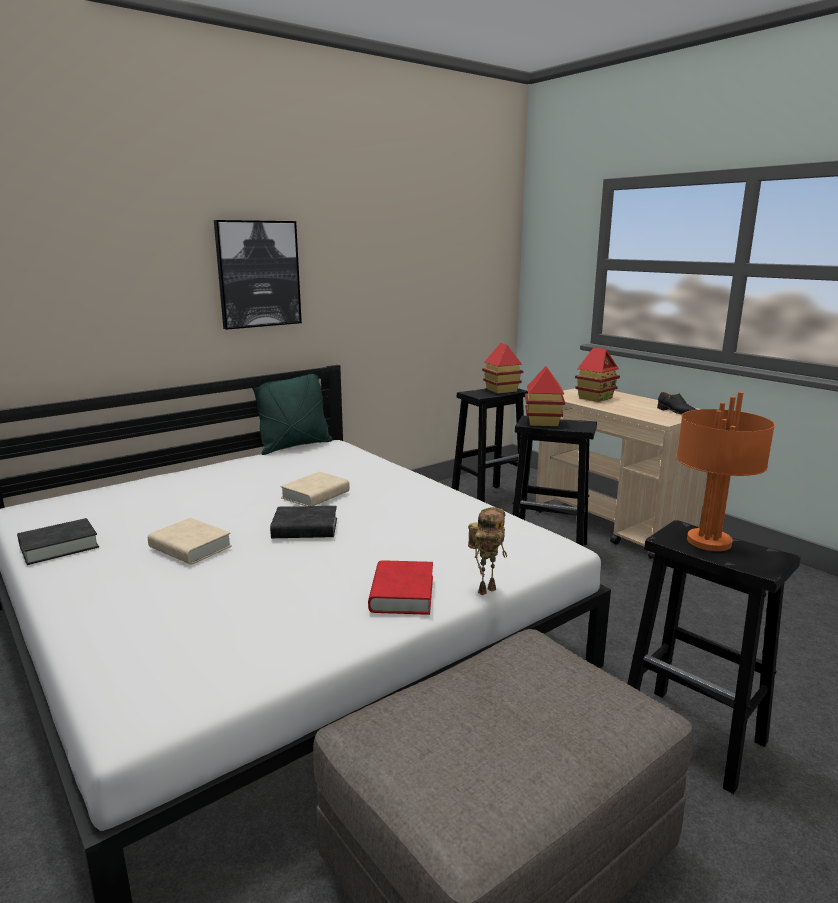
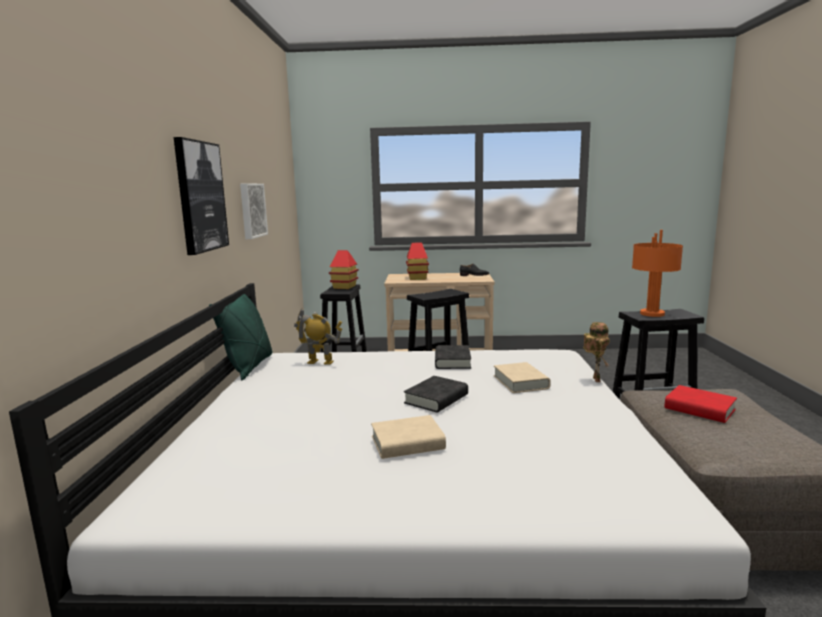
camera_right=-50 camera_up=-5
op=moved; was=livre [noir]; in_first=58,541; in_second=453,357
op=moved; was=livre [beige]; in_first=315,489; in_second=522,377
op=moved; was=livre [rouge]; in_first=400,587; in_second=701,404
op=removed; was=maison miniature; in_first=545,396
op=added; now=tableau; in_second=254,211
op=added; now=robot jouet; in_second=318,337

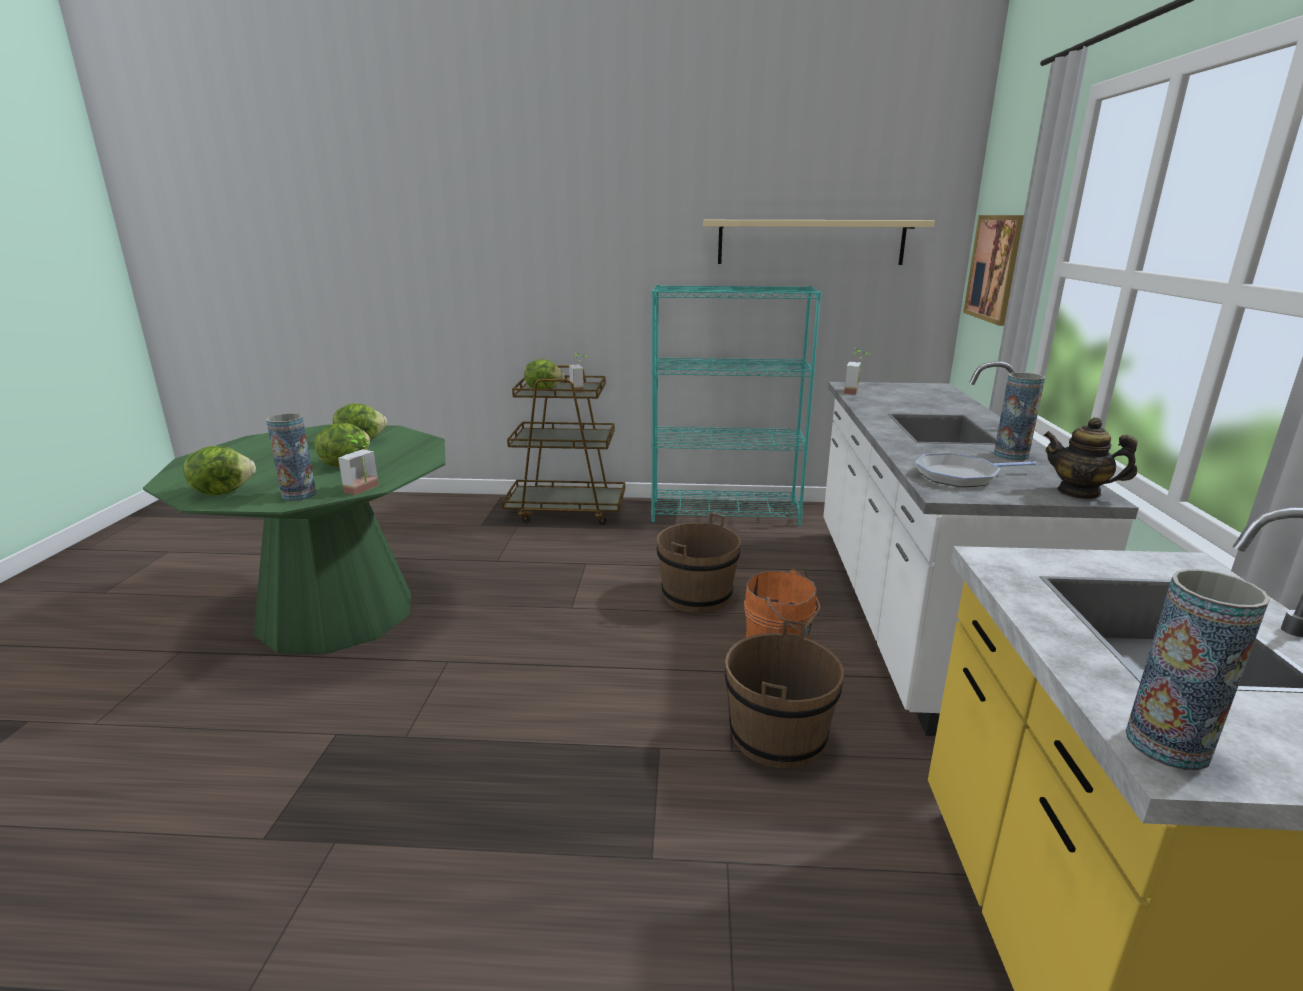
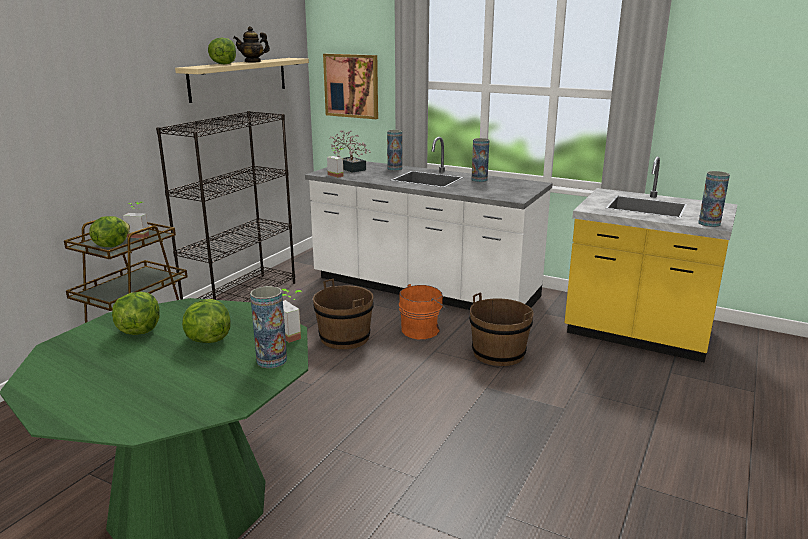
camera_right=-65 camera_up=0
op=moved; was=laitue; in_first=220,470; in_second=222,51
op=recoloured; was=bibliothèque [turquoise]; now=bibliothèque [noir]; in_first=736,405; in_second=225,206
op=removed; was=poêle; in_first=975,470
op=moved; was=théière; in_first=1090,458; in_second=251,44
op=added; now=plante en pot; in_second=350,151
op=added; now=vase; in_second=394,150

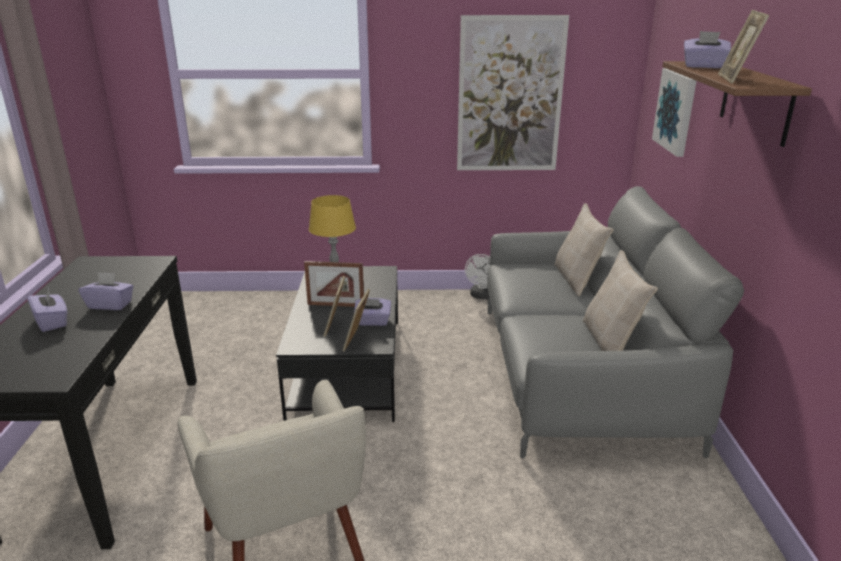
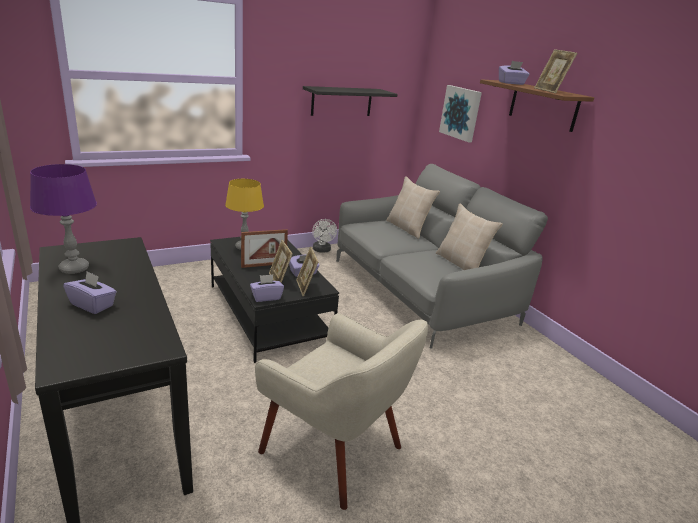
camera_right=-30 camera_up=0
op=moved; was=boîte à mouchoirs [violet]; in_first=106,291; in_second=267,288
op=replaced; was=tableau; now=étagère [noir]; in_first=513,92; in_second=350,101
op=added; now=lampe de table [violet]; in_second=63,219

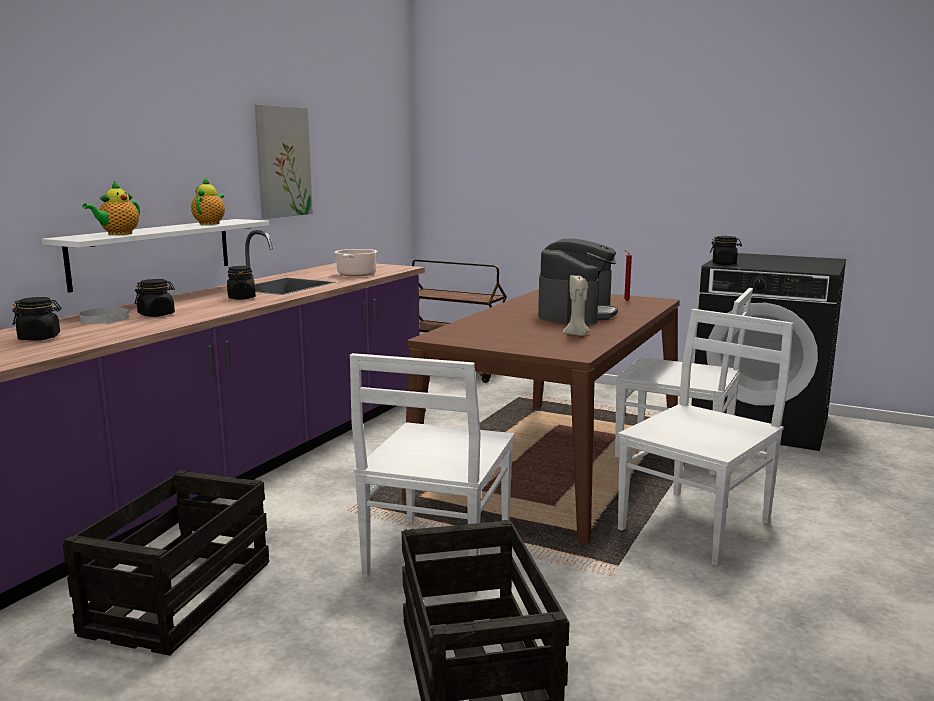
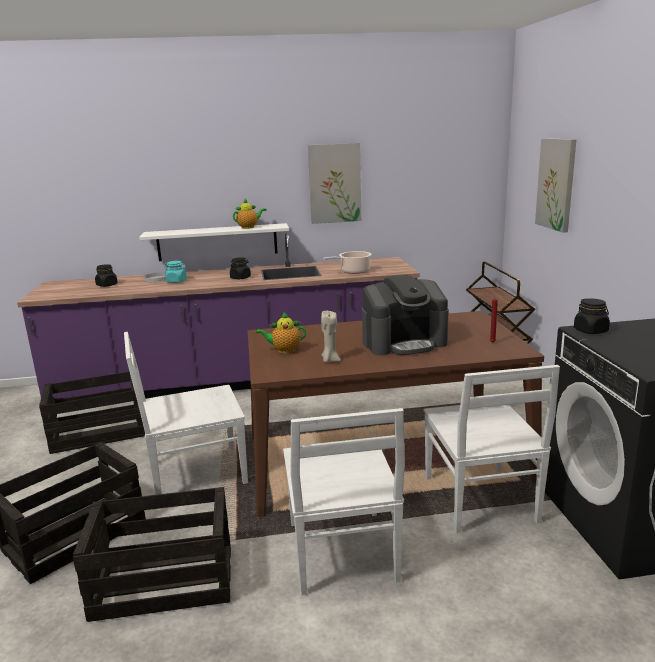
camera_right=55 camera_up=5
op=moved; was=théière; in_first=111,208; in_second=280,333
op=recoloured; was=bocal [noir]; now=bocal [turquoise]; in_first=155,298; in_second=176,272
op=turned; was=chaise [blanc]; in_first=705,437; in_second=344,502; clockwise=75
op=added; now=caisse; in_second=152,554
op=added; now=tableau; in_second=555,185

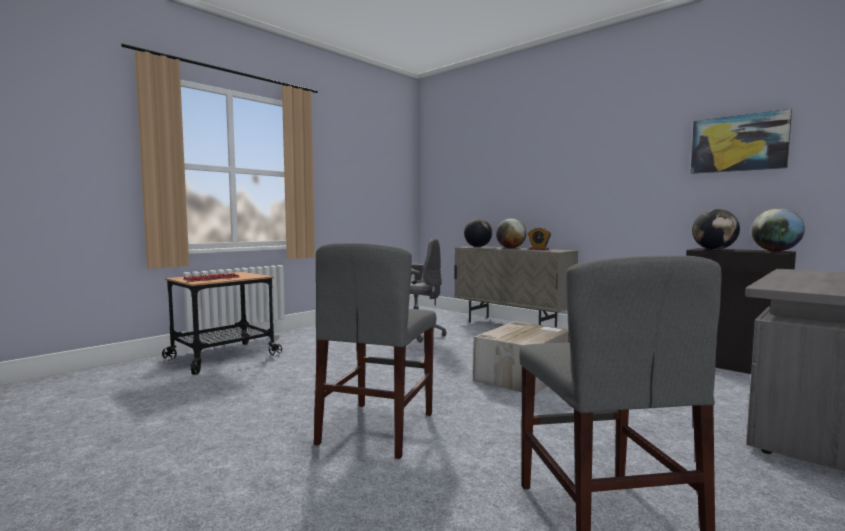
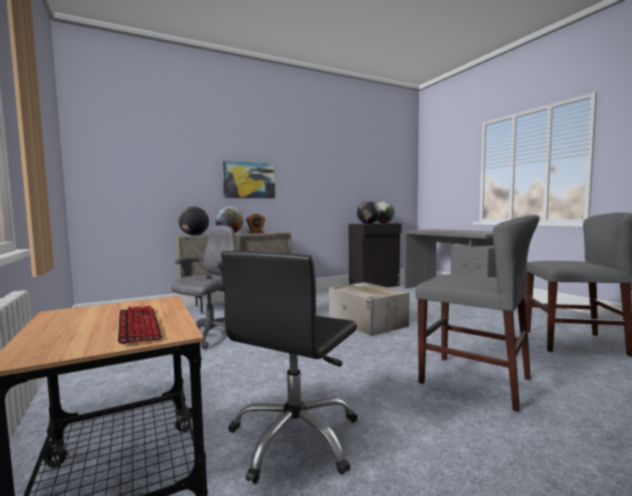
camera_right=-70 camera_up=0
op=moved; was=tableau; in_first=741,141; in_second=248,179
op=added; now=chaise de bureau [noir]; in_second=289,367

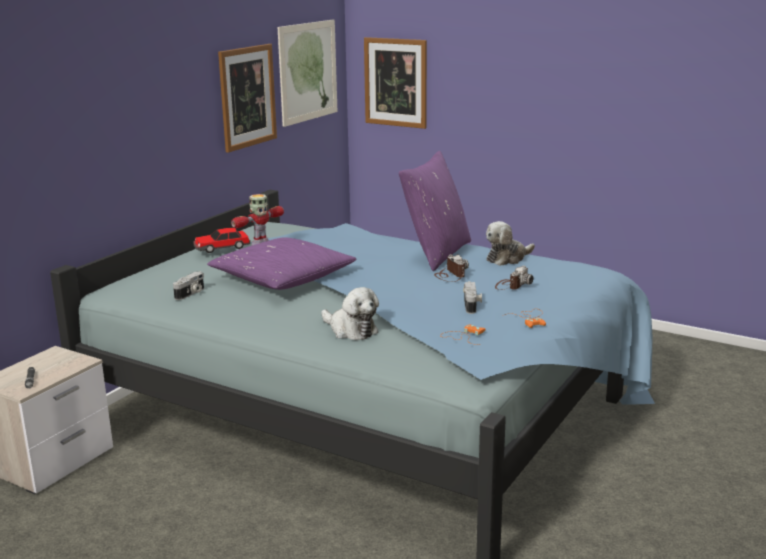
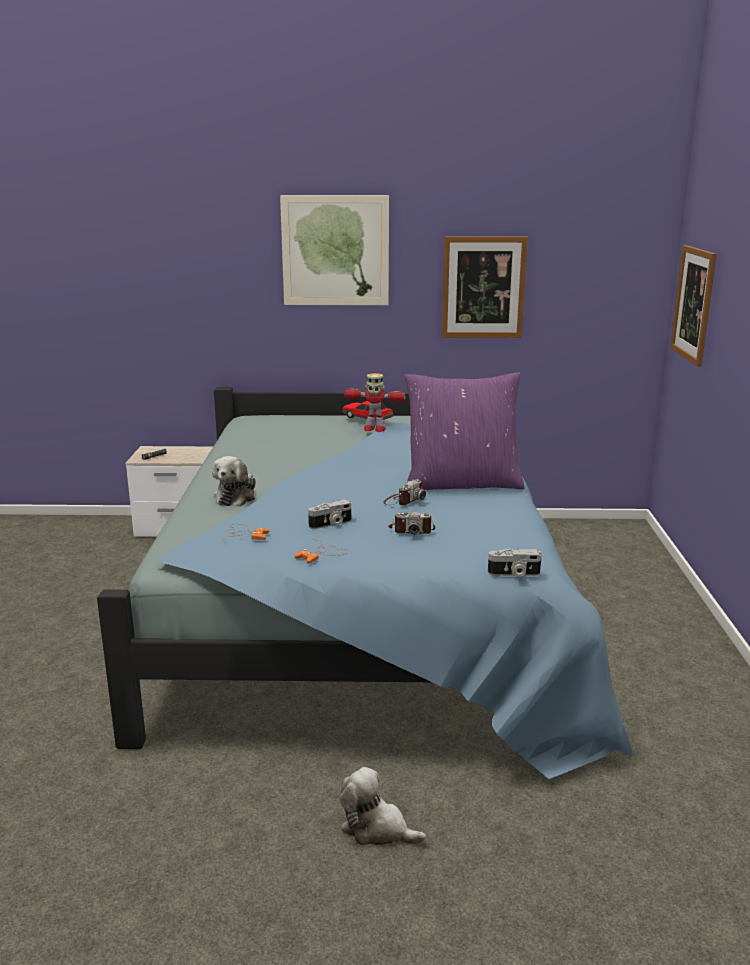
camera_right=60 camera_up=0
op=moved; was=appareil photo; in_first=188,285; in_second=515,562
op=removed; was=coussin [violet]; in_first=282,263
op=moved; was=tableau; in_first=307,73; in_second=334,250
op=moved; was=peluche; in_first=510,243; in_second=383,806

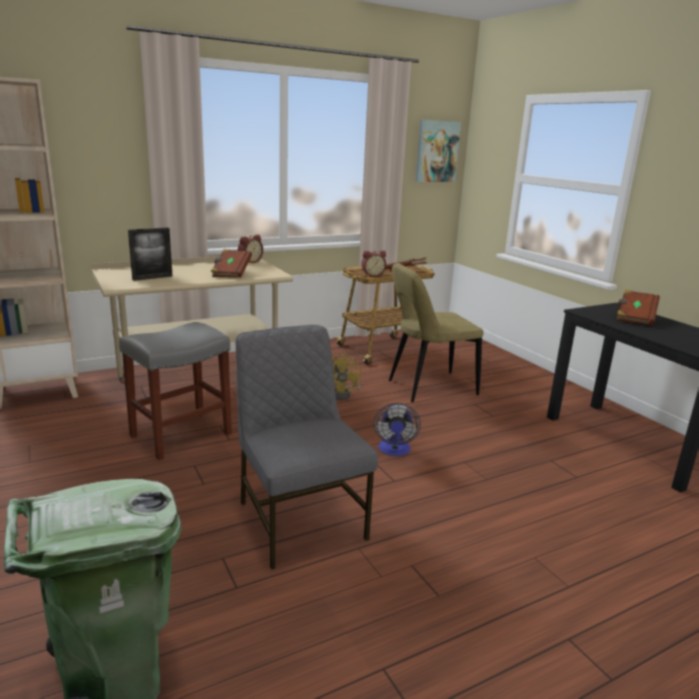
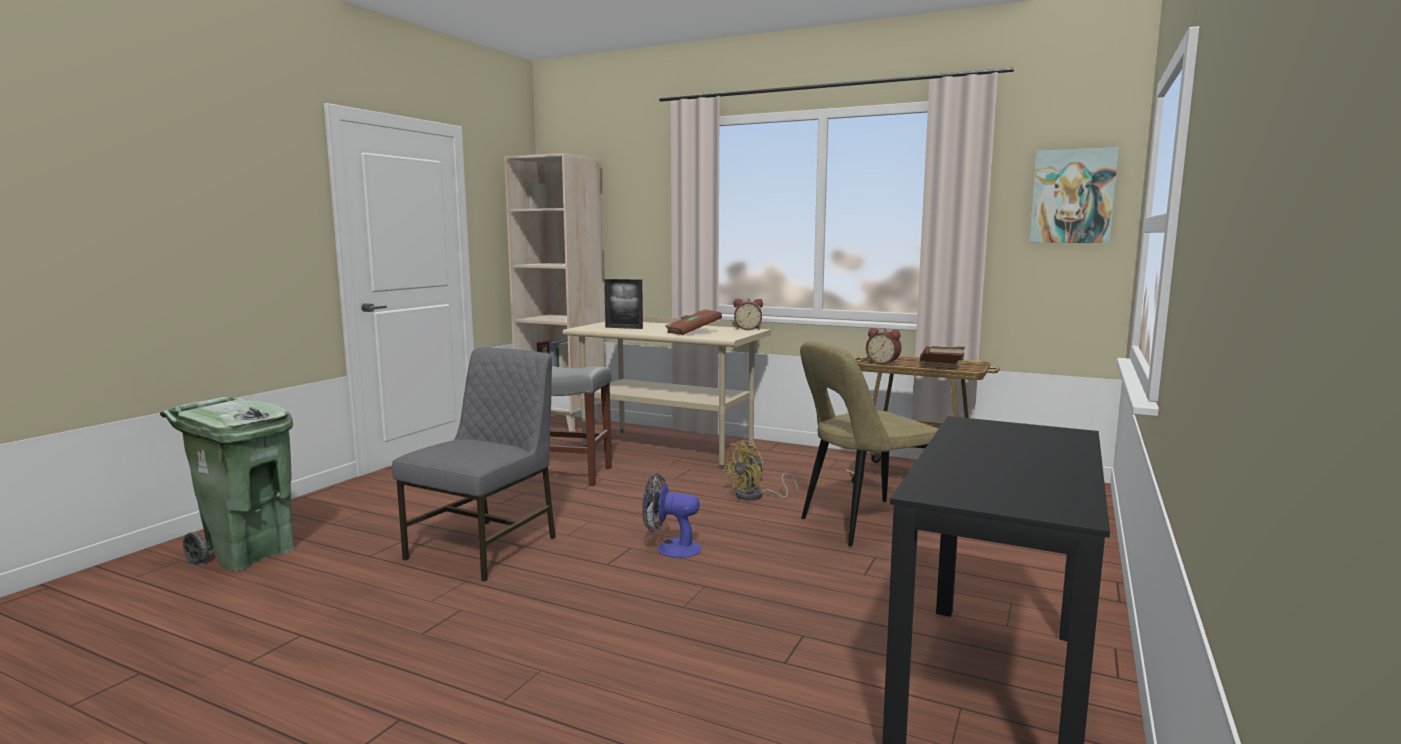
camera_right=55 camera_up=-10
op=turned; was=ventilateur; in_first=397,429; in_second=671,515; clockwise=45
op=turned; was=chaise [beige]; in_first=436,332; in_second=869,443; clockwise=-60
op=removed; was=livre [marron]; in_first=638,307

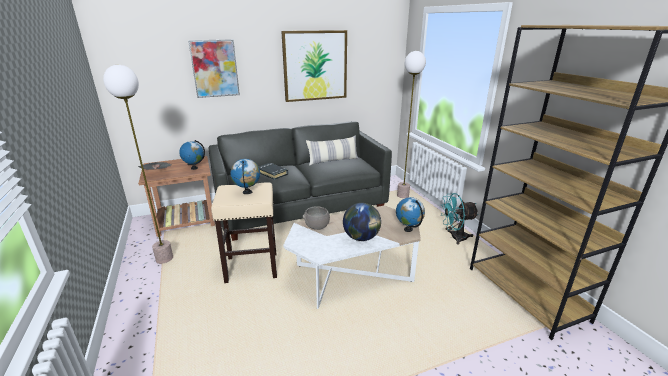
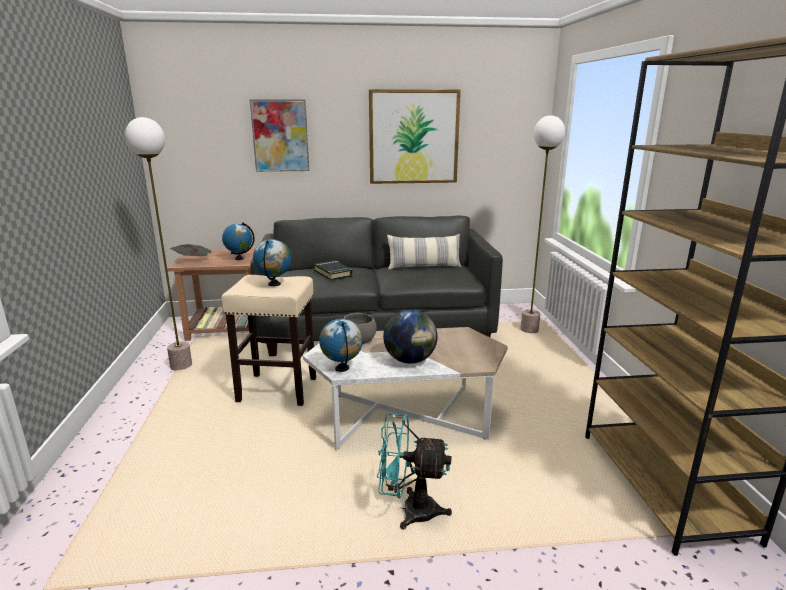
camera_right=15 camera_up=-5
op=moved; was=globe; in_first=410,214; in_second=341,345
op=moved; was=ventilateur [turquoise]; in_first=460,218; in_second=414,472

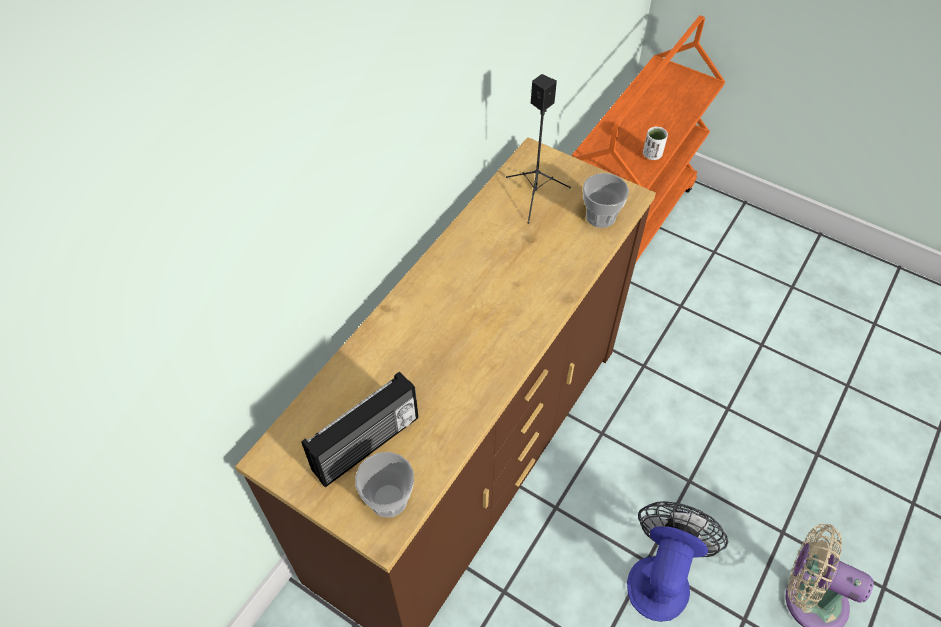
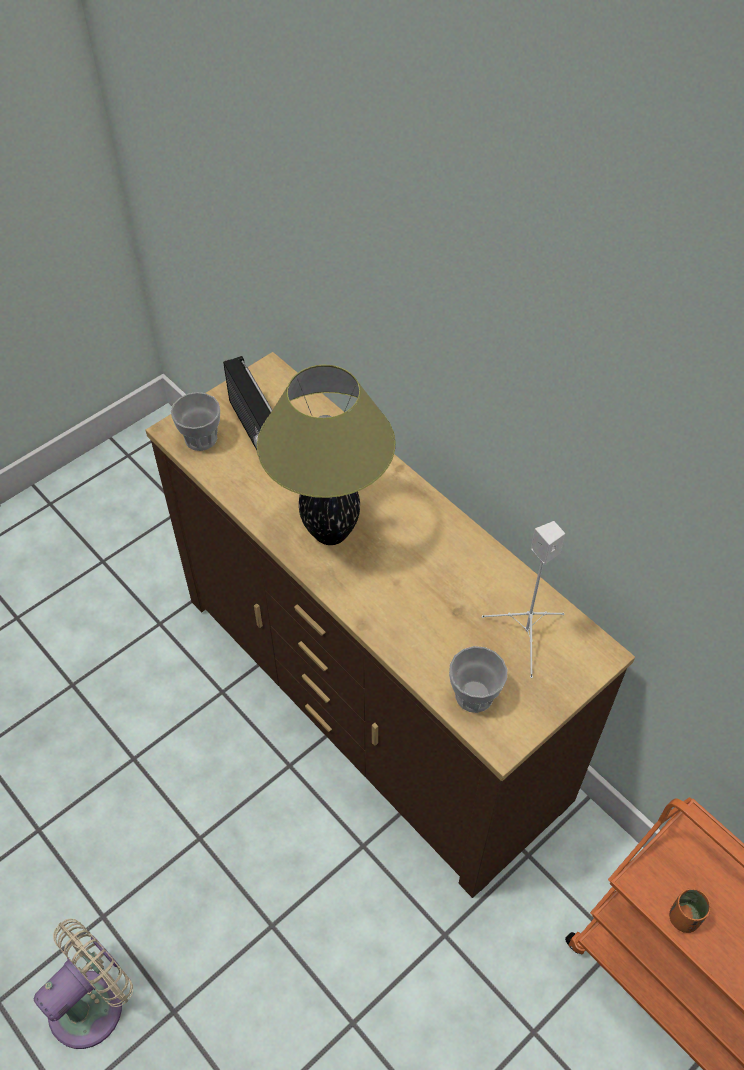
camera_right=105 camera_up=0
op=recoloured; was=enceinte [noir]; now=enceinte [blanc]; in_first=538,149; in_second=523,599
op=removed; was=ventilateur; in_first=677,561
op=recoloured; was=tasse [blanc]; now=tasse [orange]; in_first=655,143; in_second=690,910
op=added; now=lampe de table; in_second=326,455

